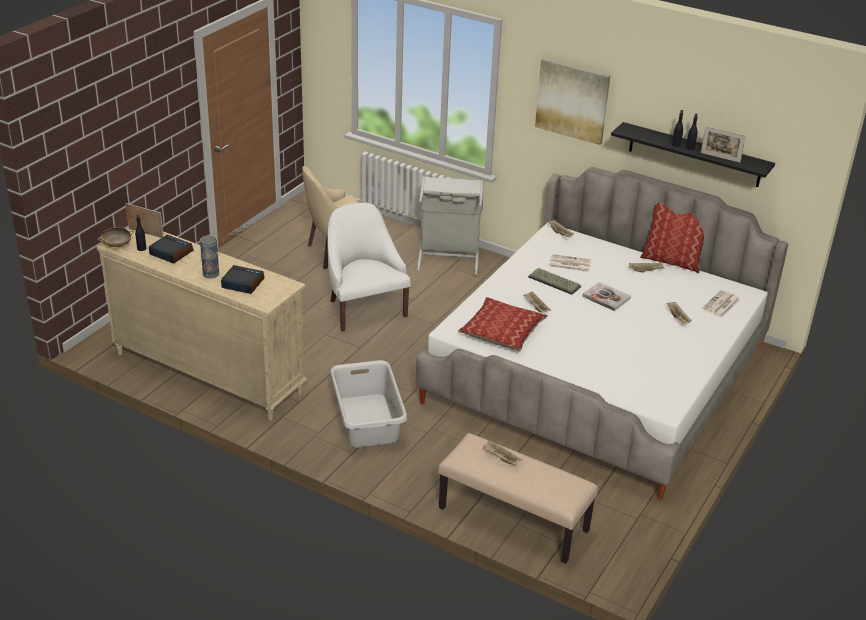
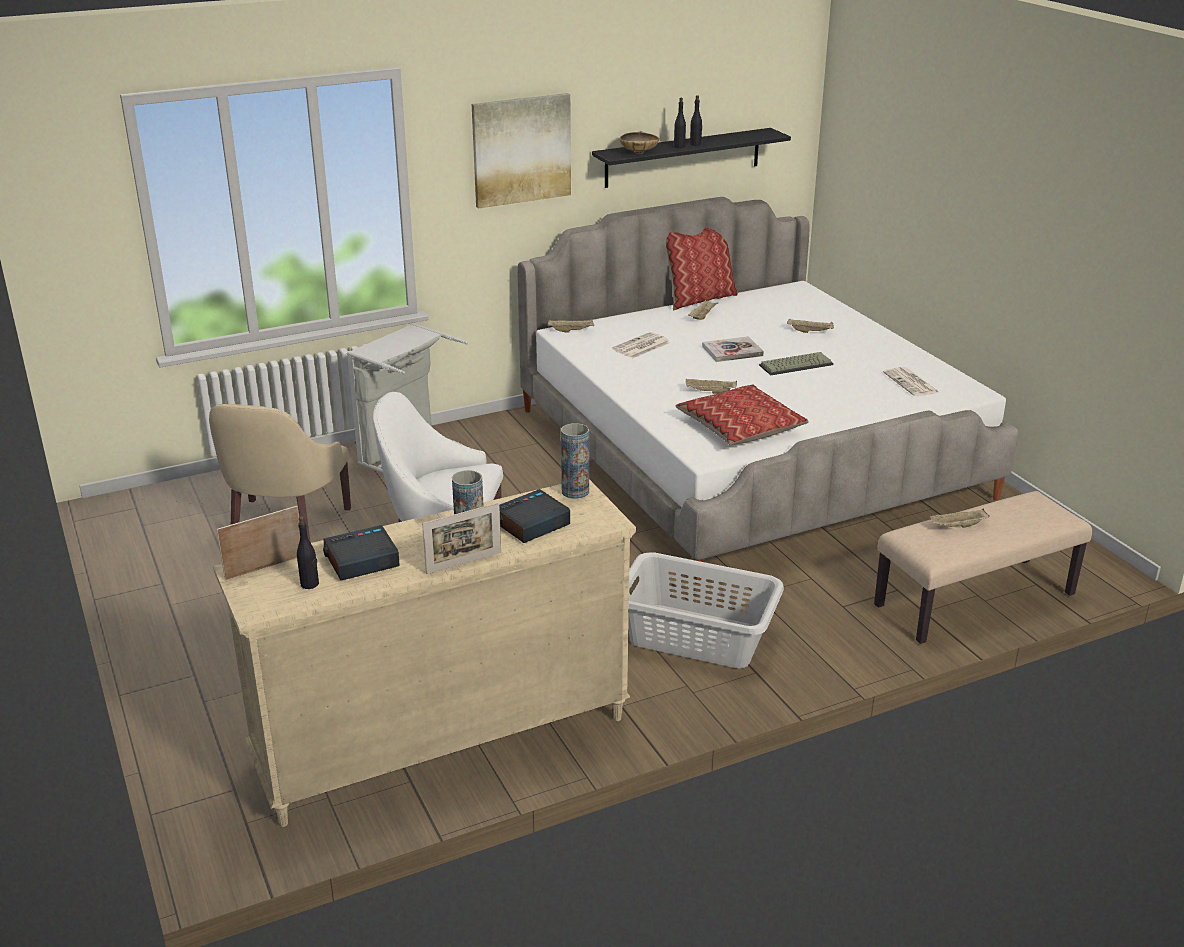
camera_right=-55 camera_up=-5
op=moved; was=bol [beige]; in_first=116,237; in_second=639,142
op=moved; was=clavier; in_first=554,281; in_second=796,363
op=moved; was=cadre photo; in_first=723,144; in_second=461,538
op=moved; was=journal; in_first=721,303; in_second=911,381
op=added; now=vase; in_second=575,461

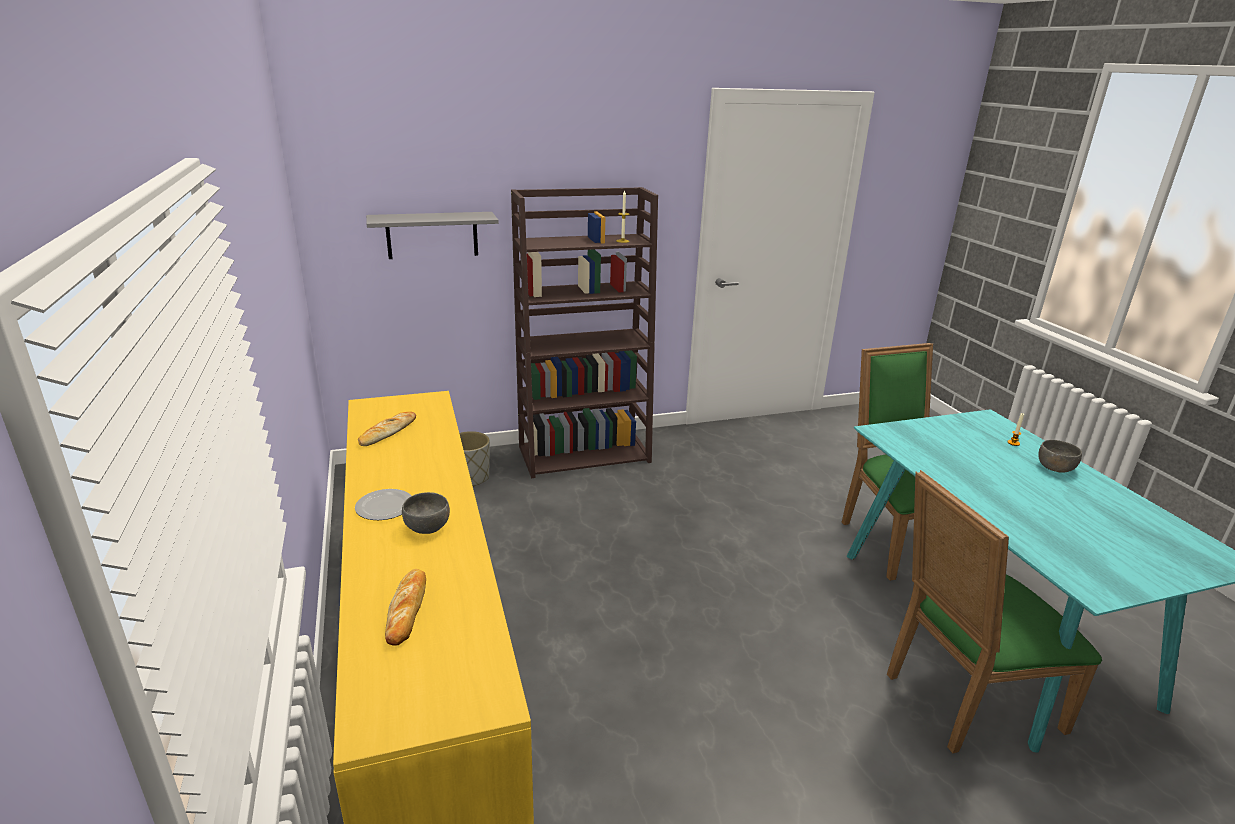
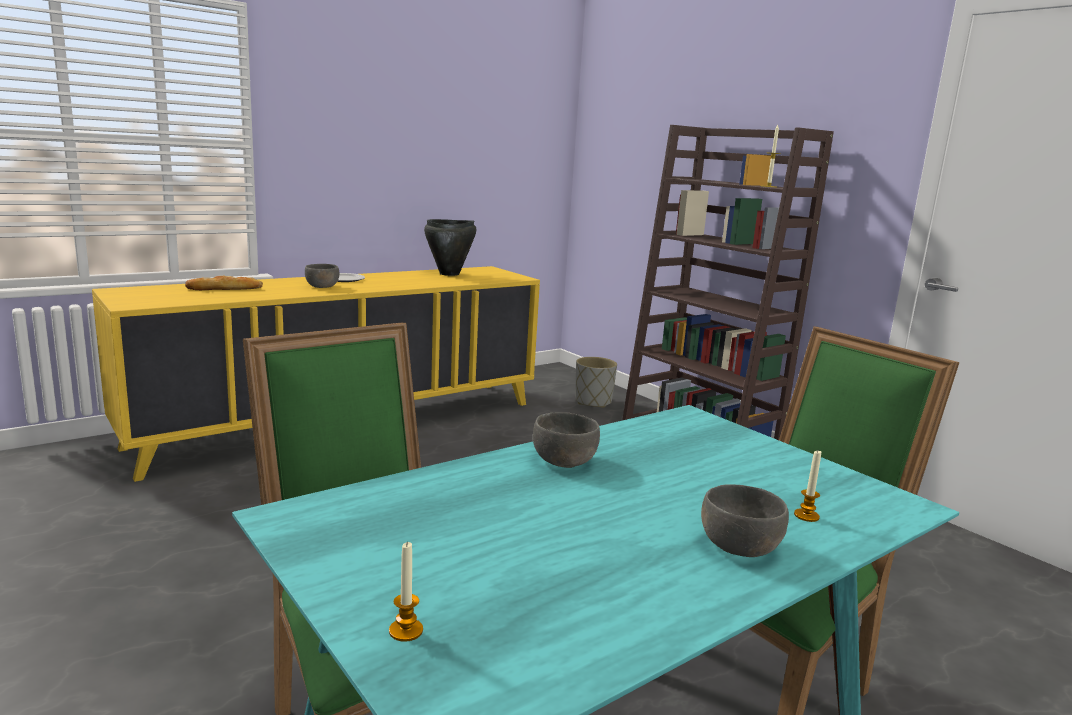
camera_right=70 camera_up=-10
op=replaced; was=pain; now=marmite [noir]; in_first=387,429; in_second=450,247
op=removed; was=étagère [gris]; in_first=432,235
op=added; now=bougie; in_second=406,592
op=added; now=bol [gris]; in_second=566,440

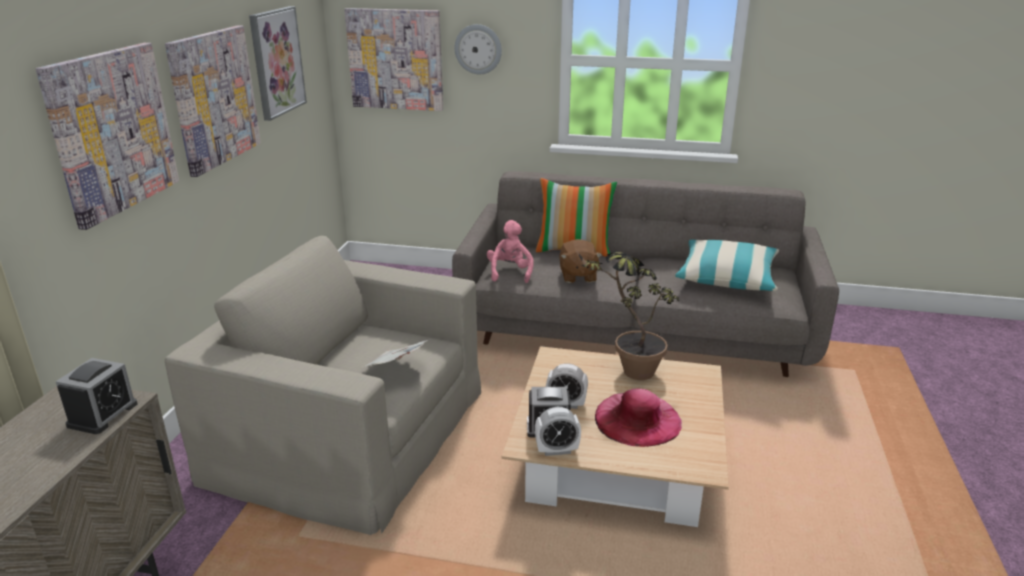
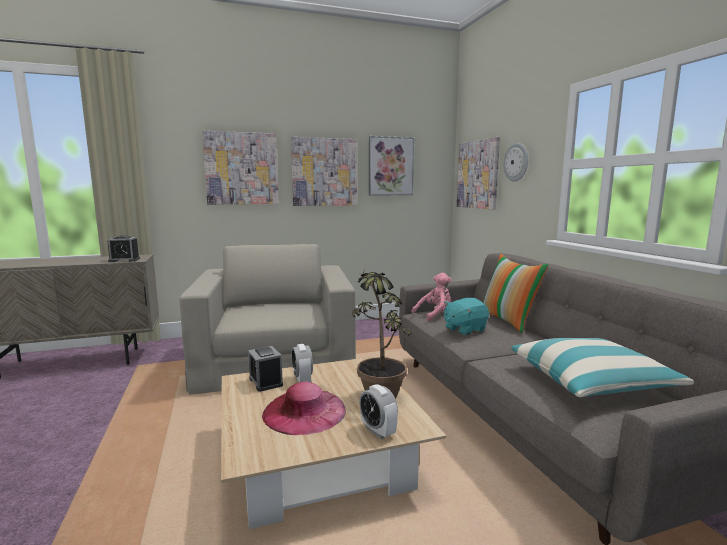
camera_right=60 camera_up=-15
op=removed; was=journal; in_first=396,353
op=moved; was=réveil; in_first=558,431; in_second=378,411
op=recoloured; was=peluche [marron]; now=peluche [turquoise]; in_first=580,261; in_second=466,316

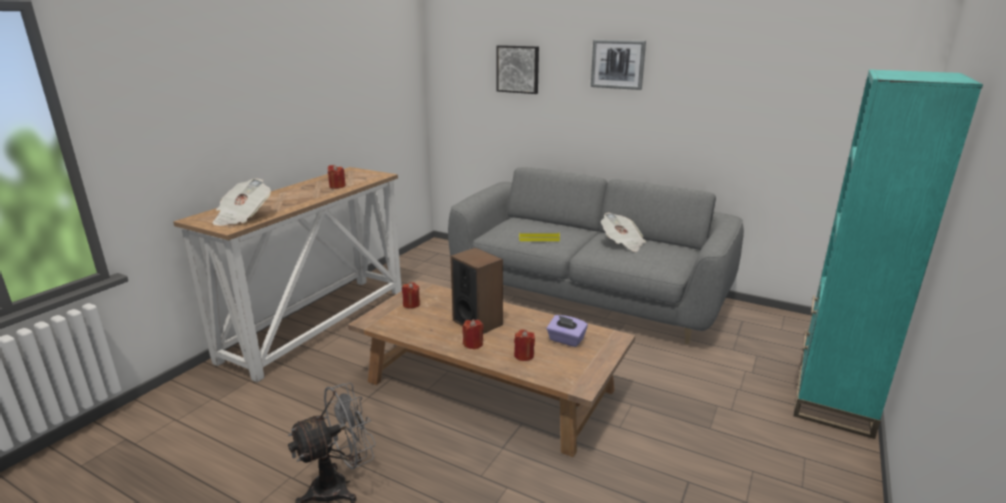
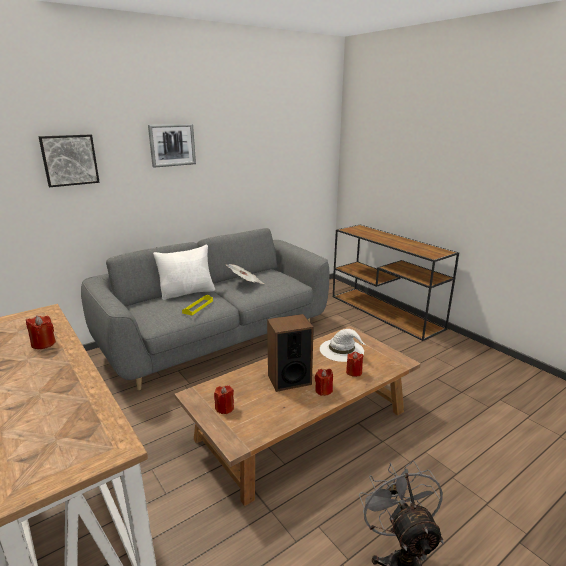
camera_right=-65 camera_up=0
op=removed; was=journal; in_first=241,202
op=replaced; was=boîte à mouchoirs [violet]; now=chapeau [blanc]; in_first=567,331; in_second=343,345
op=replaced; was=bibliothèque [turquoise]; now=table console [marron]; in_first=888,254; in_second=396,283
op=added; now=coussin [blanc]; in_second=184,272

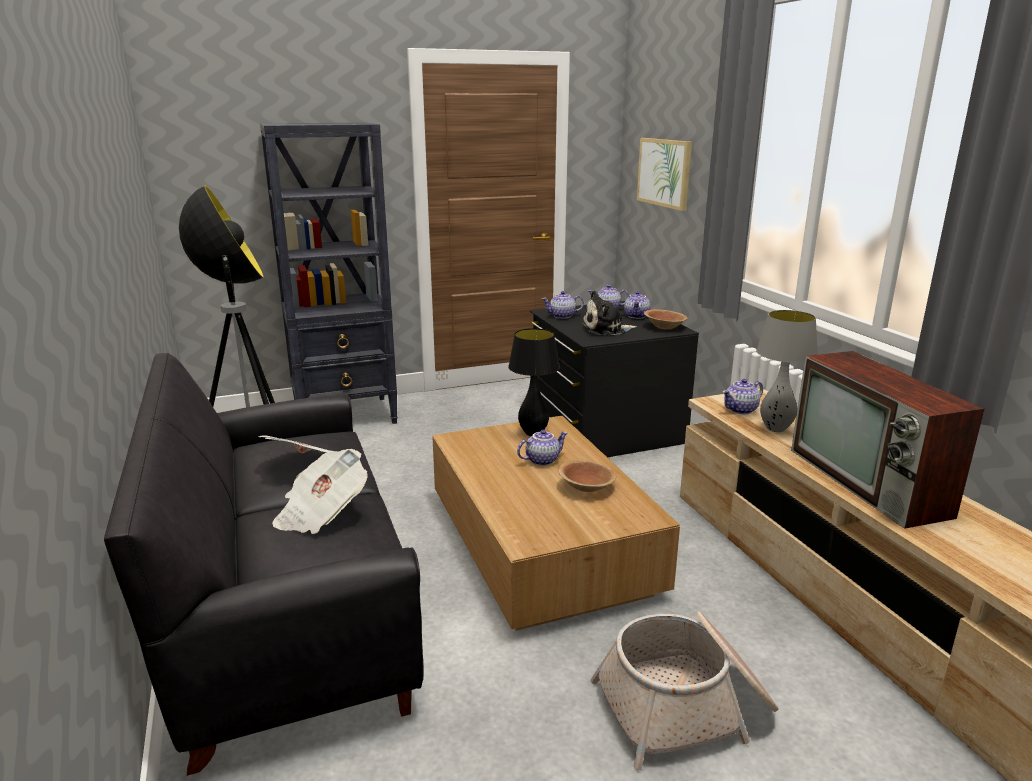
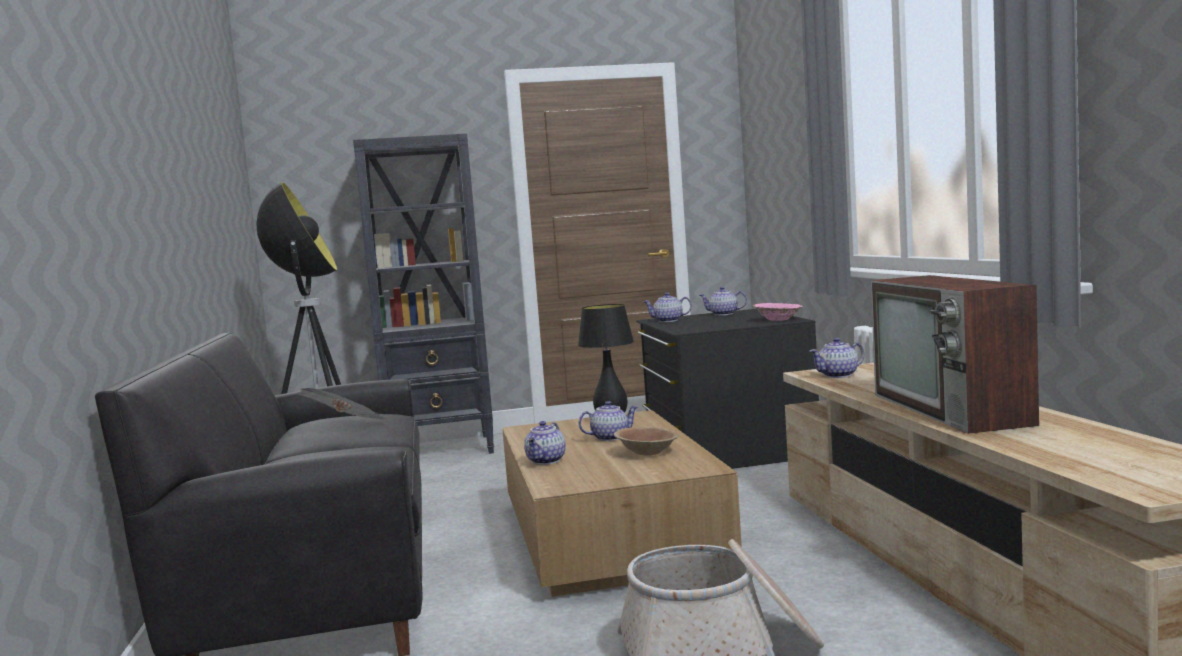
camera_right=10 camera_up=-15
op=removed; was=journal; in_first=320,491
op=removed; was=peluche; in_first=609,312
op=moved; was=théière; in_first=637,305; in_second=545,443
op=removed; was=tableau; in_first=664,174
op=recoloured; was=bol [marron]; now=bol [rose]; in_first=665,319; in_second=778,312
op=removed; was=lampe de table [gris]; in_first=787,371

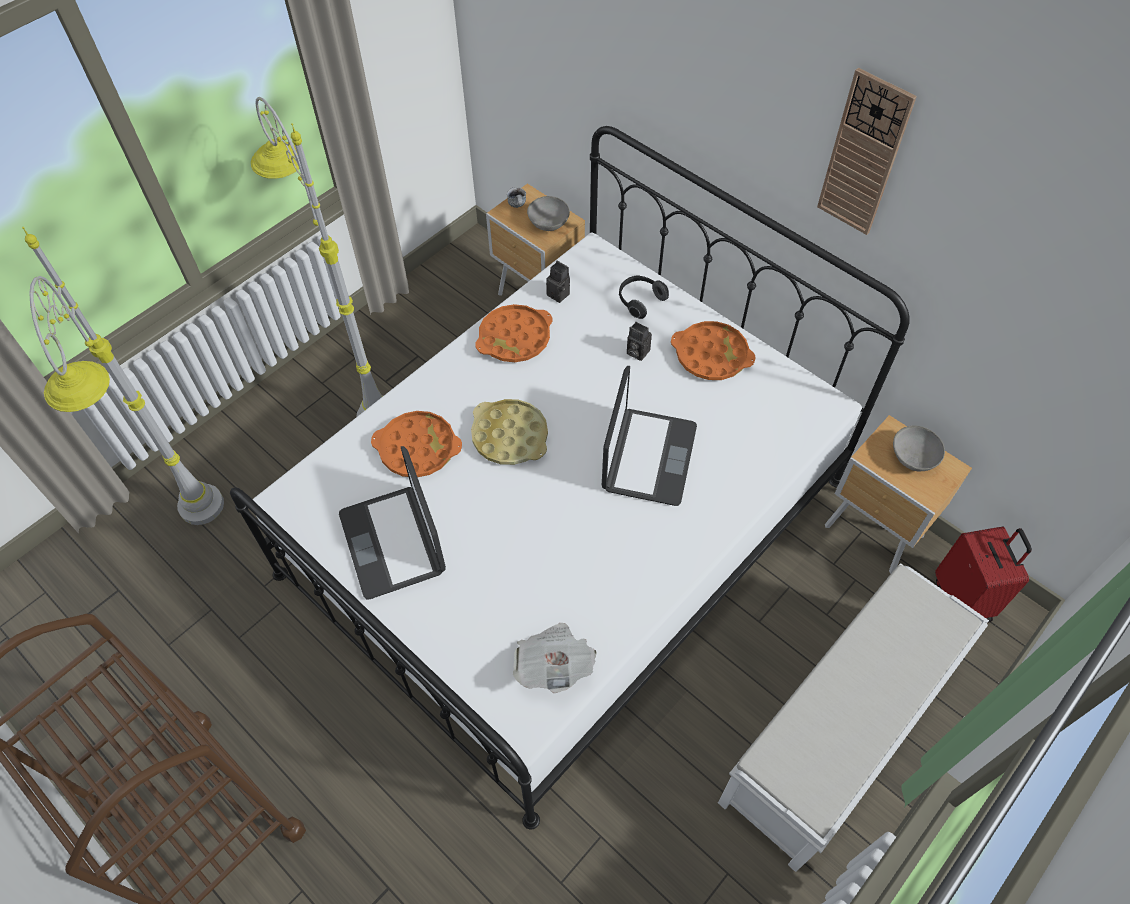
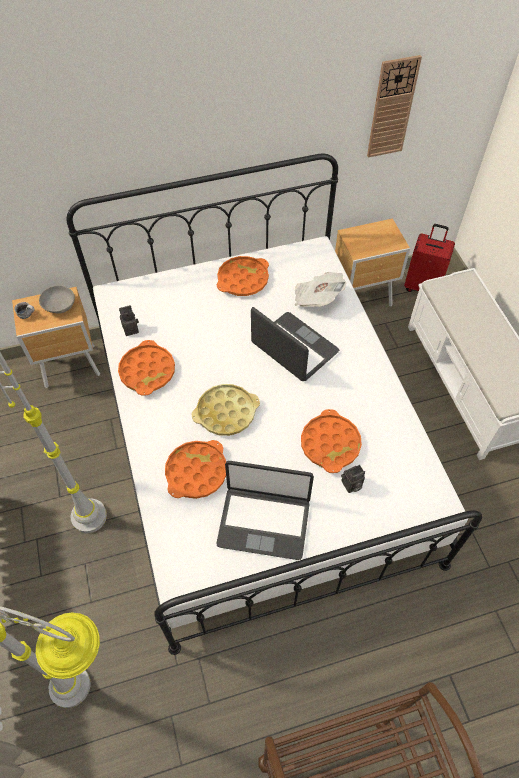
camera_right=-60 camera_up=0
op=moved; was=journal; in_first=555,658; in_second=320,289
op=removed; was=casque audio; in_first=644,297
op=moved; was=appareil photo; in_first=639,341; in_second=353,479
op=moved; was=horloge murale; in_first=867,151; in_second=394,106
op=removed; was=bol [gris]; in_first=919,448
op=added; now=plateau [orange]; in_second=331,441

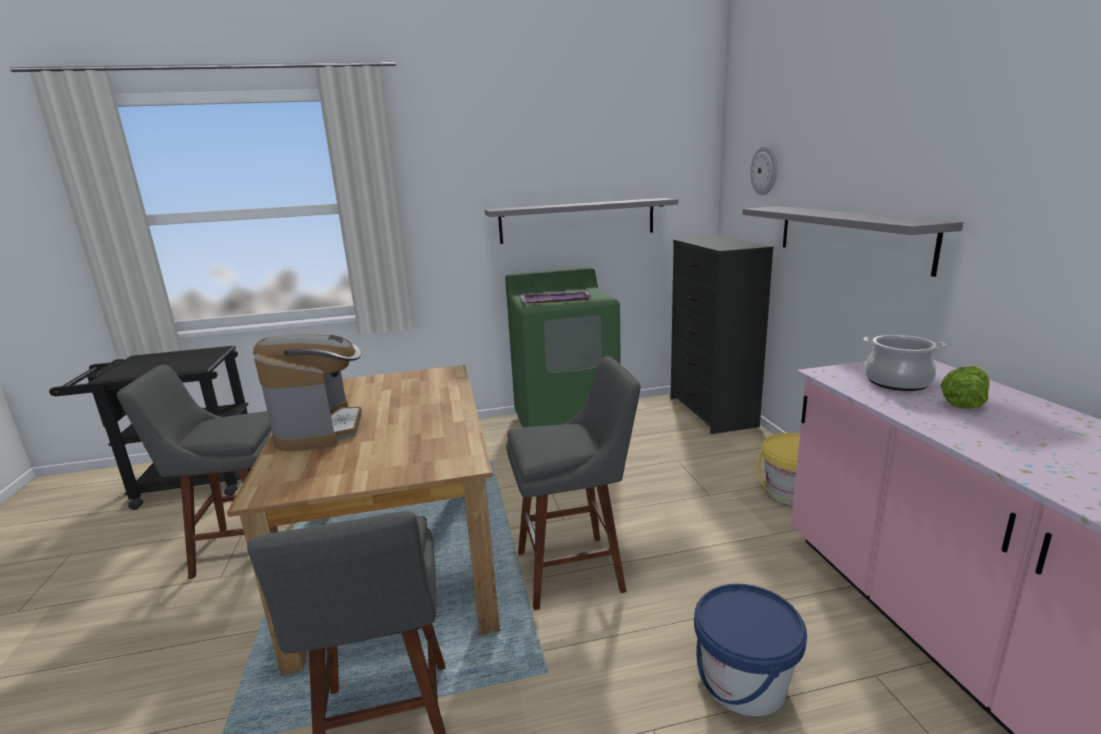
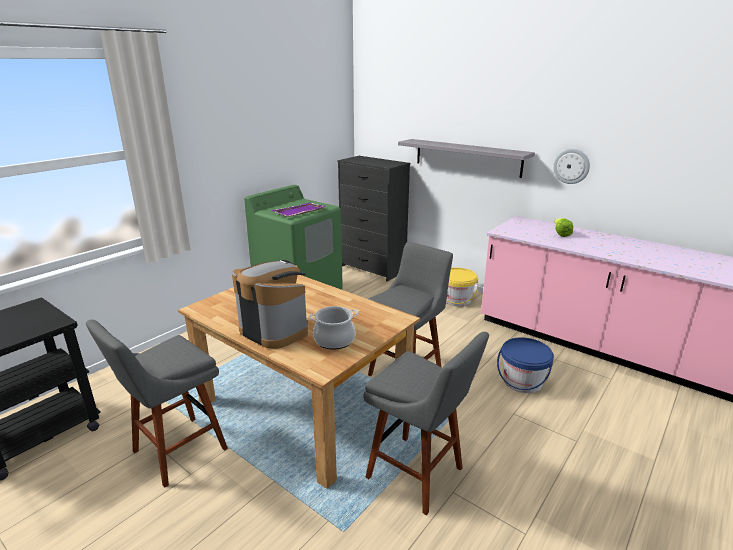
camera_right=-40 camera_up=5
op=removed; was=étagère [gris]; in_first=581,221
op=moved; was=horloge murale; in_first=763,170; in_second=571,166
op=moved; was=marmite; in_first=905,363; in_second=333,328

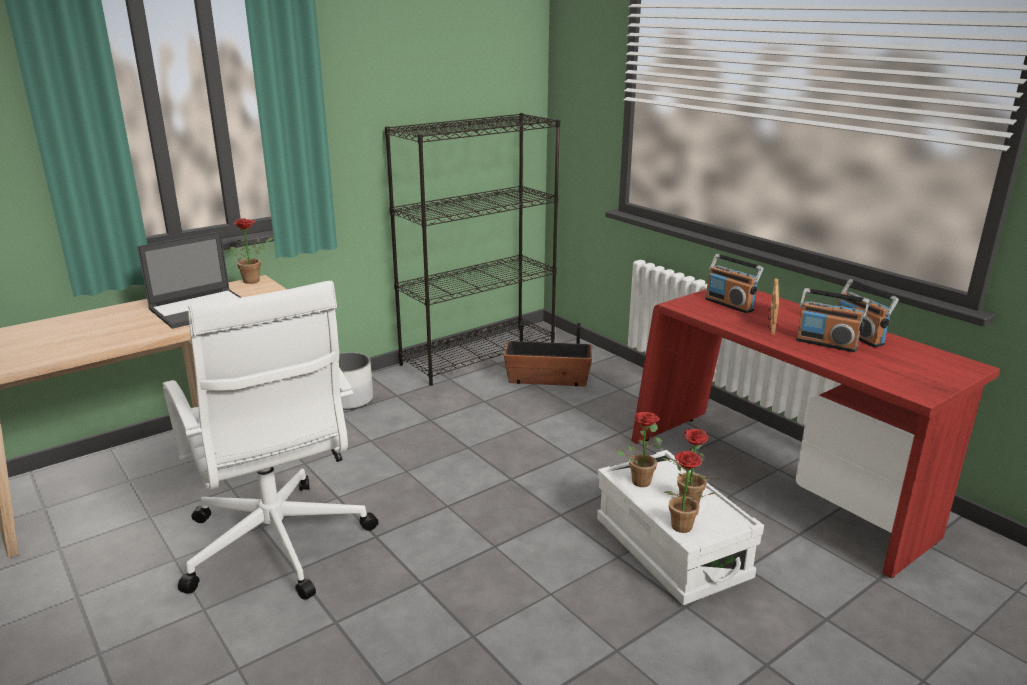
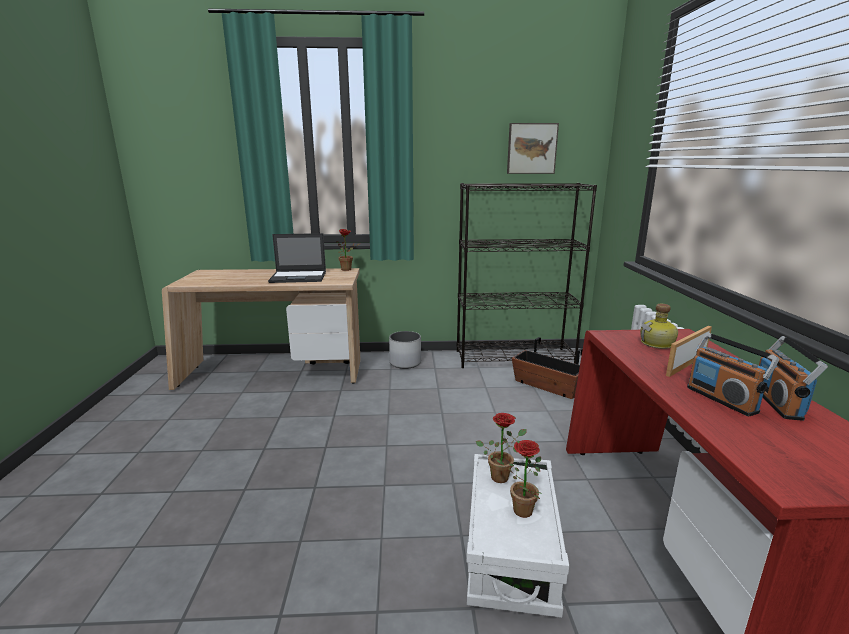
camera_right=35 camera_up=-5
op=removed; was=chaise de bureau [blanc]; in_first=271,440
op=removed; was=plante en pot; in_first=690,492
op=replaced; was=radio; now=bouteille; in_first=734,283; in_second=659,326
op=added; now=tableau; in_second=533,148

